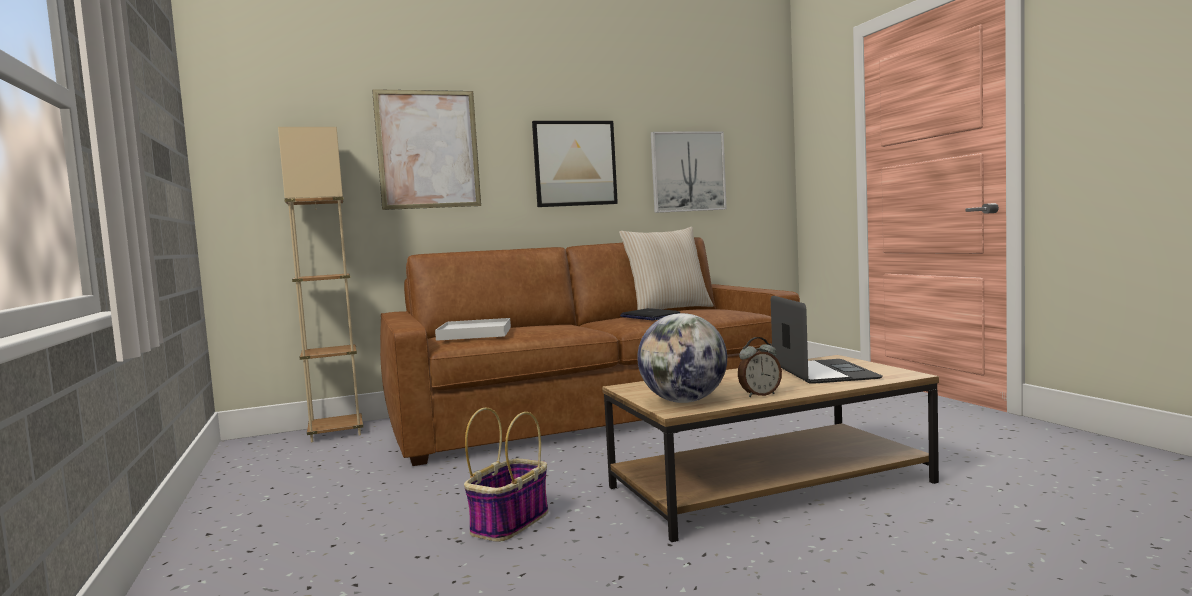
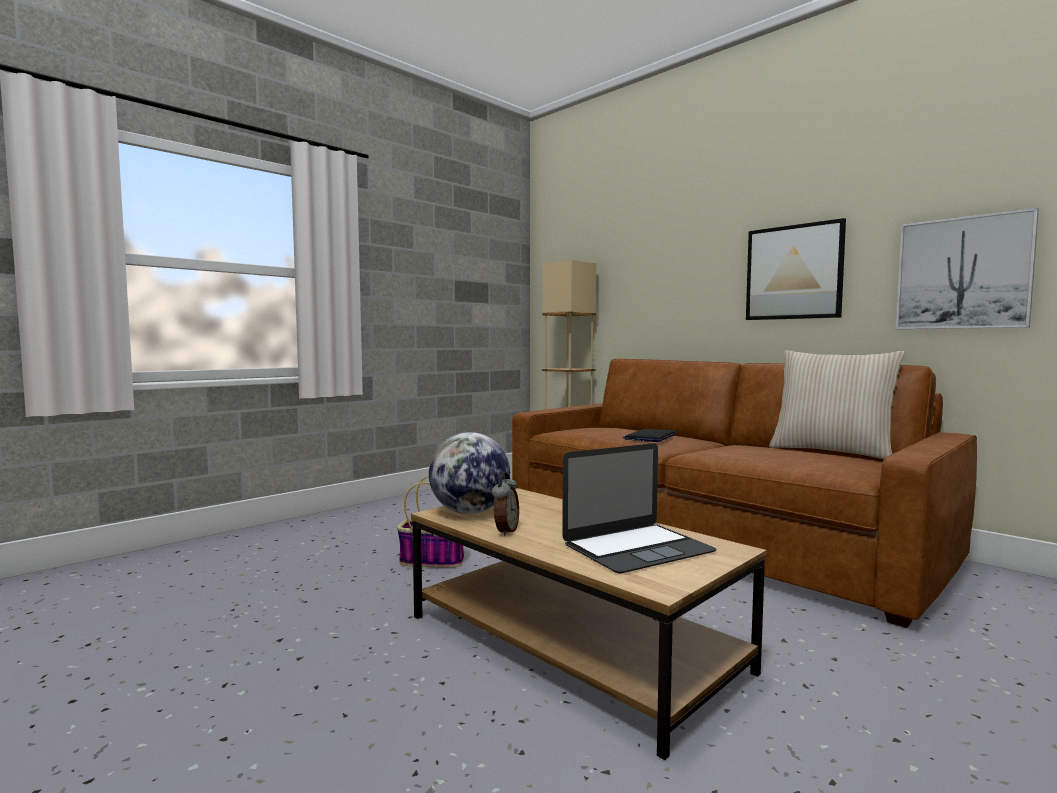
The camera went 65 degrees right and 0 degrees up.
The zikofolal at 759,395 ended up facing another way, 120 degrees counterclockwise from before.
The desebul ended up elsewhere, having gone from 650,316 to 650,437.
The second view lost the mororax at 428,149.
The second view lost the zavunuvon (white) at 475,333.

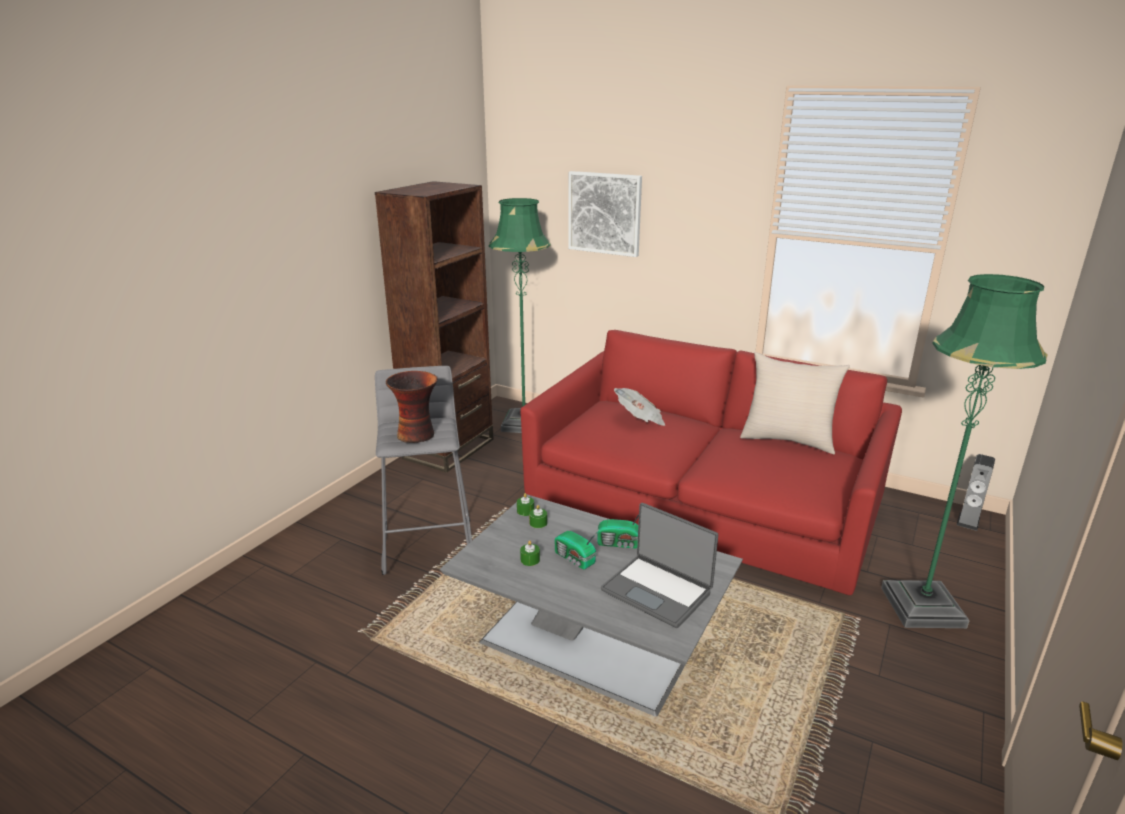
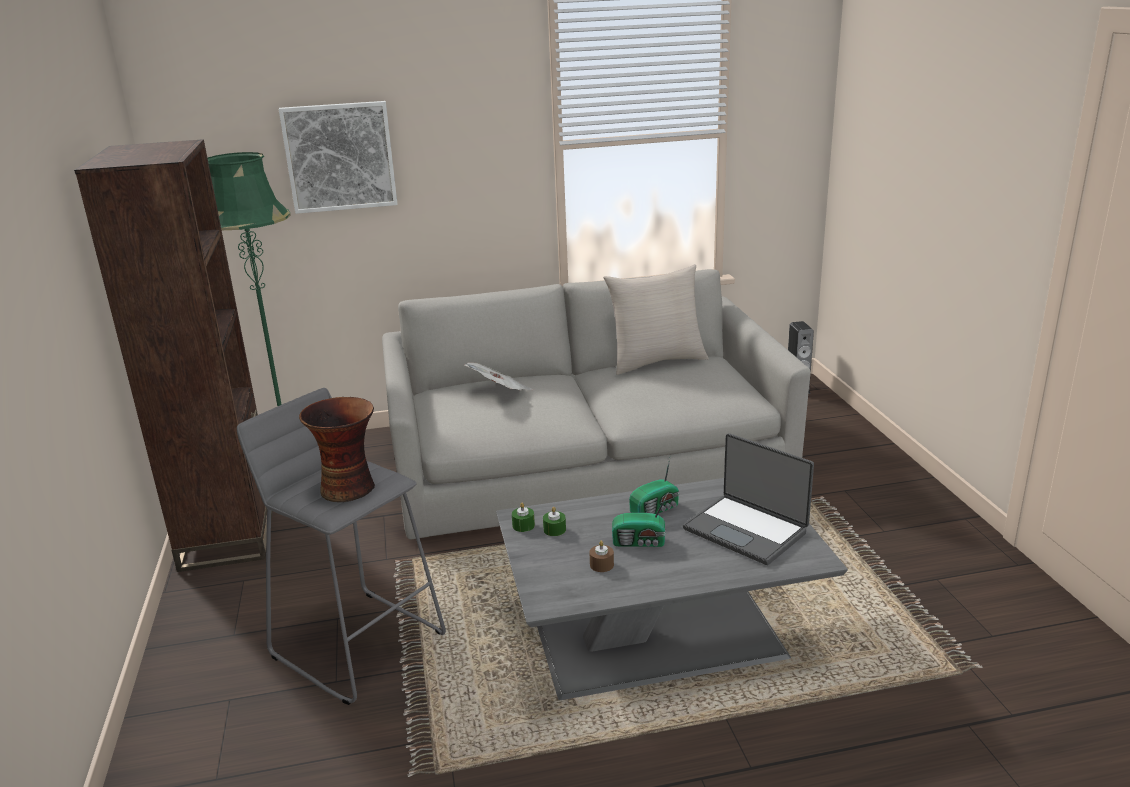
The camera went 40 degrees left and 0 degrees up.
What was the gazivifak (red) at 704,500 turned into the gazivifak (grey) at 586,461.
What was the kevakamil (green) at 530,560 turned into the kevakamil (brown) at 601,565.
The desebul at 657,591 ended up facing another way, 45 degrees clockwise from before.
The second view lost the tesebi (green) at 922,607.

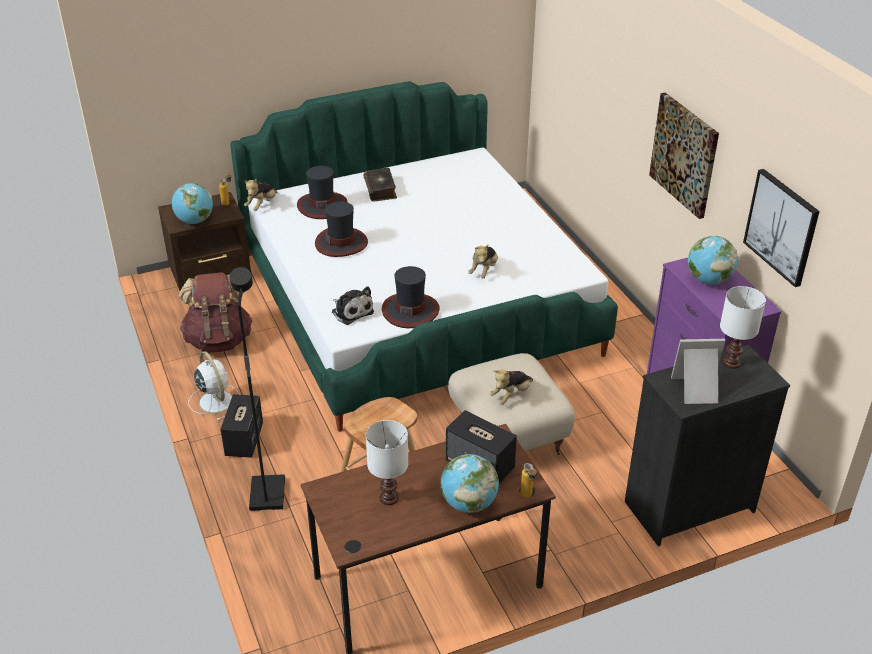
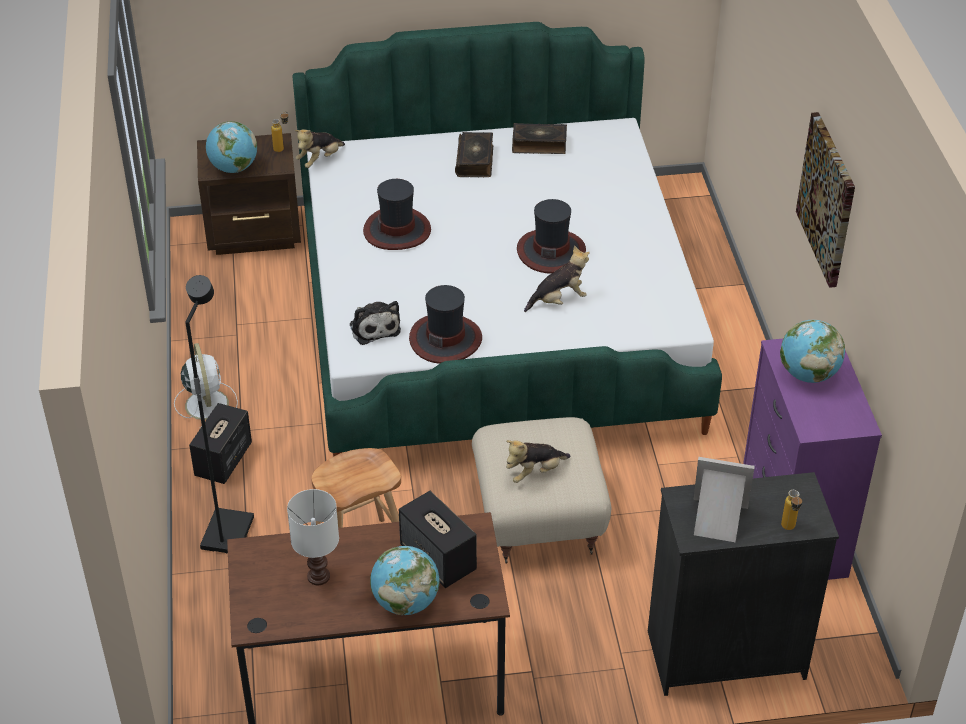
The camera went 15 degrees right and 5 degrees up.
The second view gained the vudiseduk at 539,144.
The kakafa ended up elsewhere, having gone from 322,205 to 551,251.
The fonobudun at 484,271 ended up facing another way, 150 degrees counterclockwise from before.
The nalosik ended up elsewhere, having gone from 528,497 to 789,530.
The second view lost the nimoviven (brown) at 219,340.
The second view lost the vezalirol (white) at 730,362.
The second view lost the mororax at 781,227.

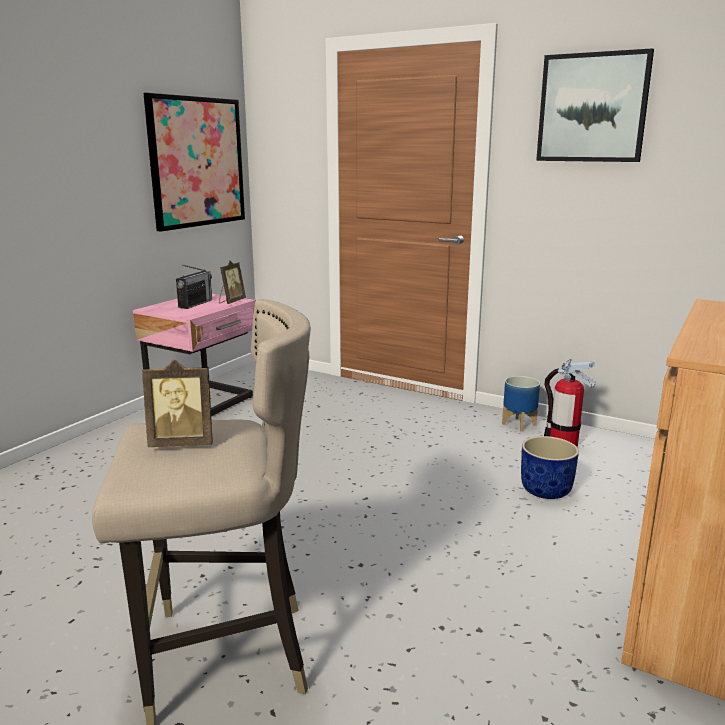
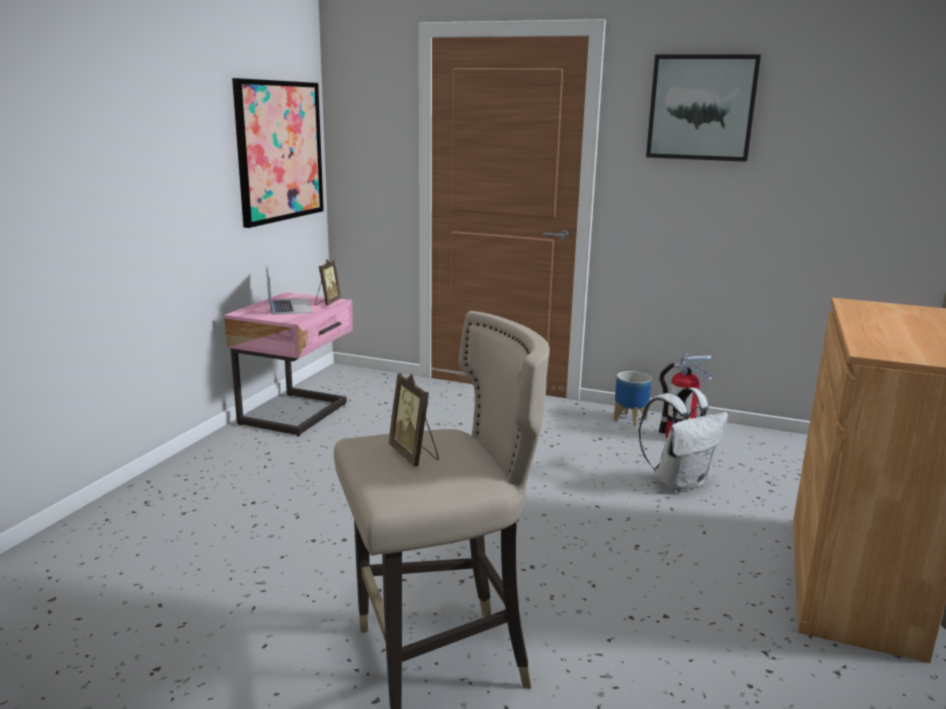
The camera went 10 degrees left and 0 degrees up.
Where the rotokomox stood at 195,304, the desebul came to stand at 289,306.
The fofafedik at 182,443 ended up facing another way, 75 degrees clockwise from before.
Where the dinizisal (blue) stood at 546,490, the nimoviven (white) came to stand at 679,482.

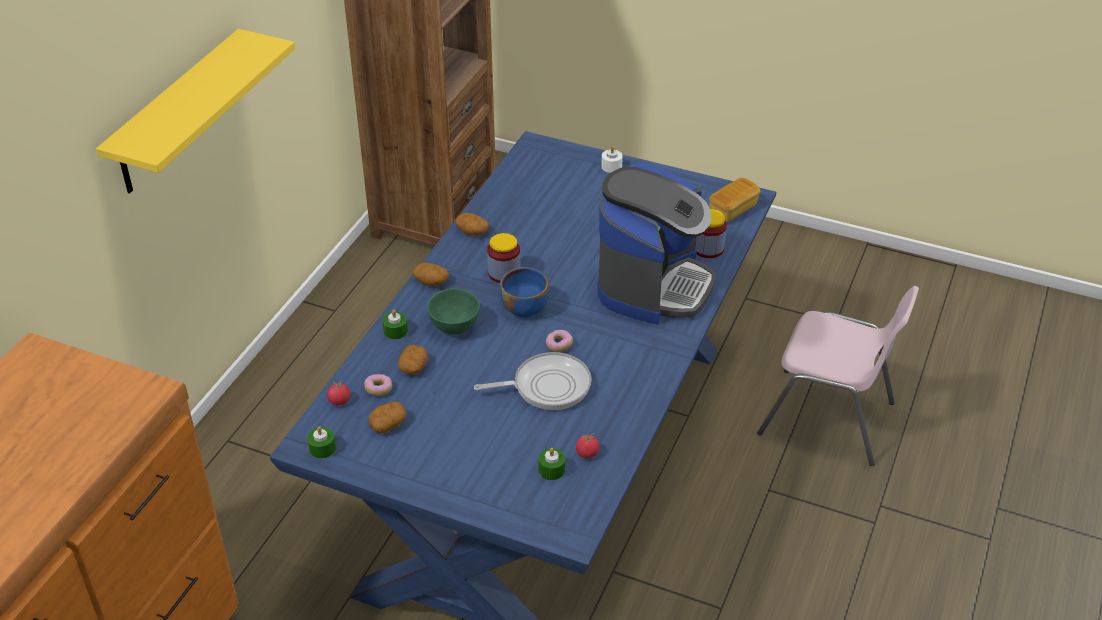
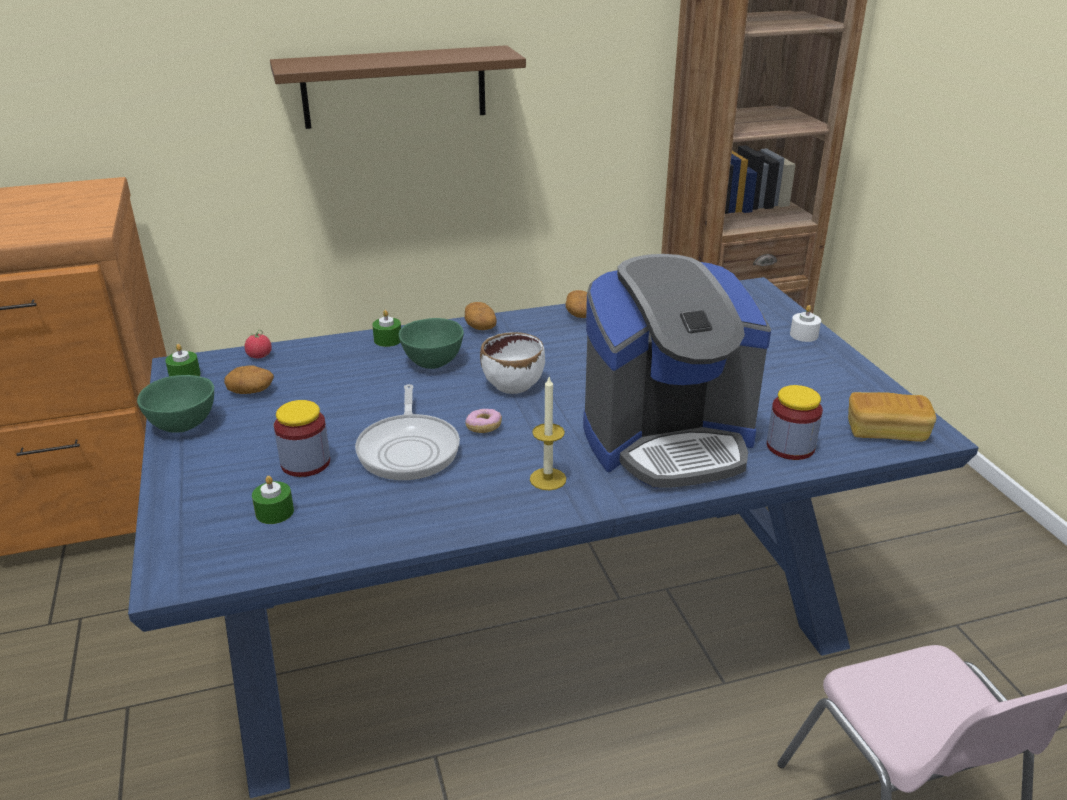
The camera went 50 degrees right and 10 degrees down.
The second view gained the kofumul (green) at 184,425.
What was the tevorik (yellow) at 177,114 turned into the tevorik (brown) at 394,87.
The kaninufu ended up elsewhere, having gone from 504,273 to 305,463.
The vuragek at 547,386 ended up facing another way, 45 degrees clockwise from before.
What was the kofumul (blue) at 525,308 turned into the kofumul (white) at 513,384.
The second view gained the kevakamil at 548,479.
The second view lost the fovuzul at 378,389.
The second view lost the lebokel at 413,367.
The second view lost the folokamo at 587,453.

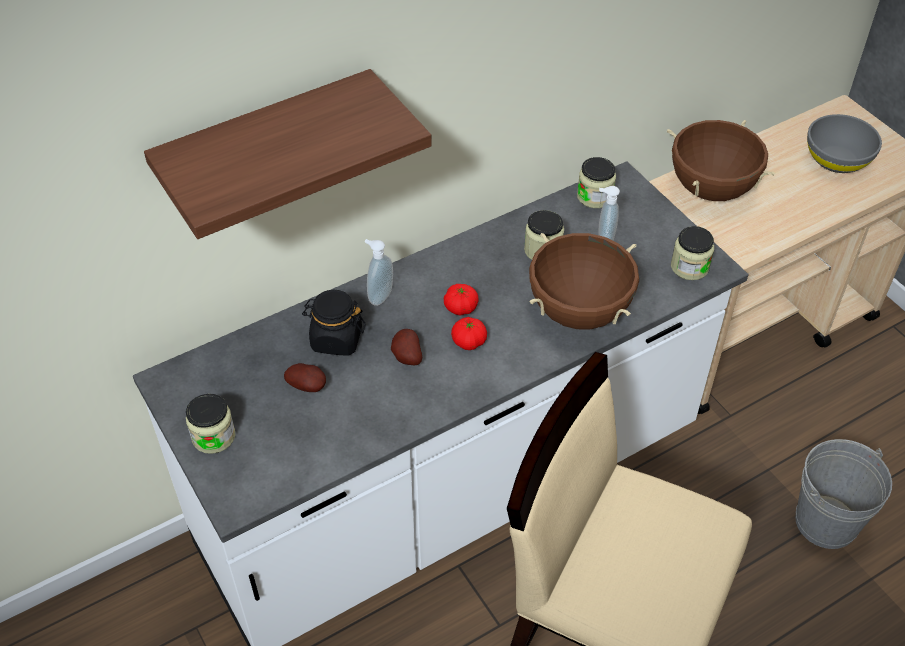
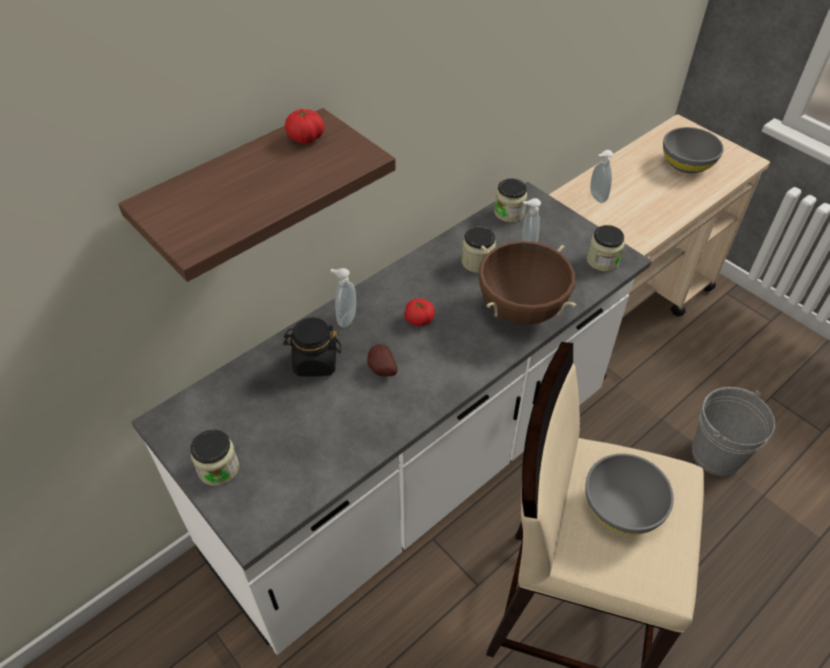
The camera went 10 degrees left and 0 degrees up.
The folokamo ended up elsewhere, having gone from 469,341 to 306,138.
The second view gained the kofumul (grey) at 622,507.
Where the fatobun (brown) stood at 711,189, the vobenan came to stand at 596,197.
The second view lost the lebokel at 308,386.

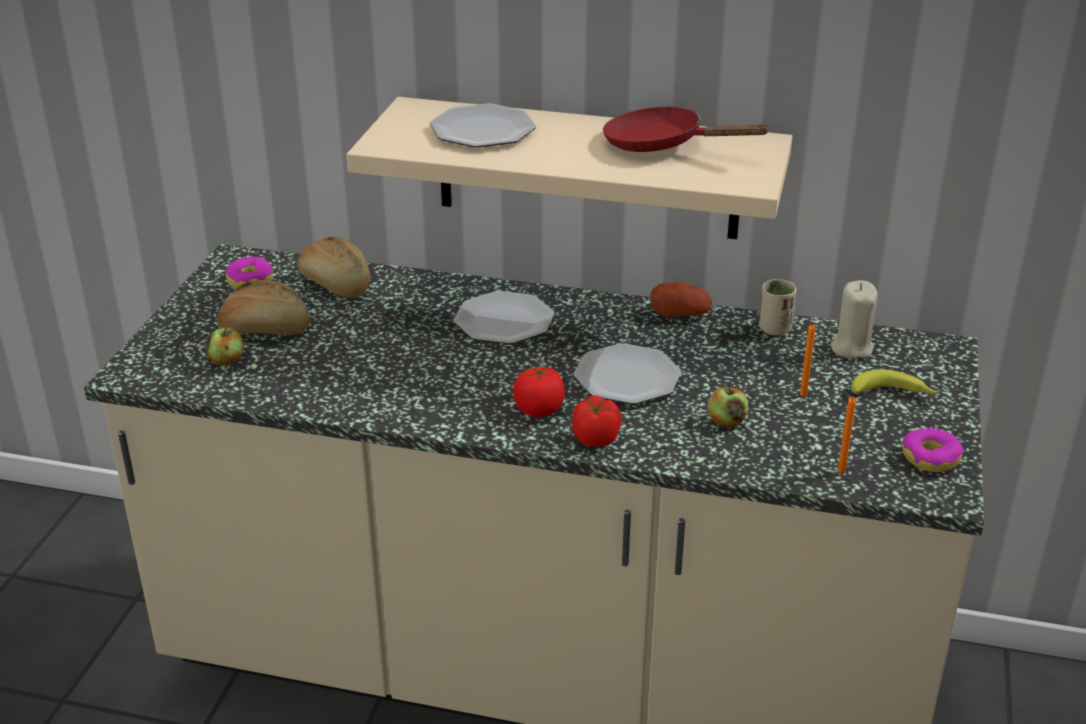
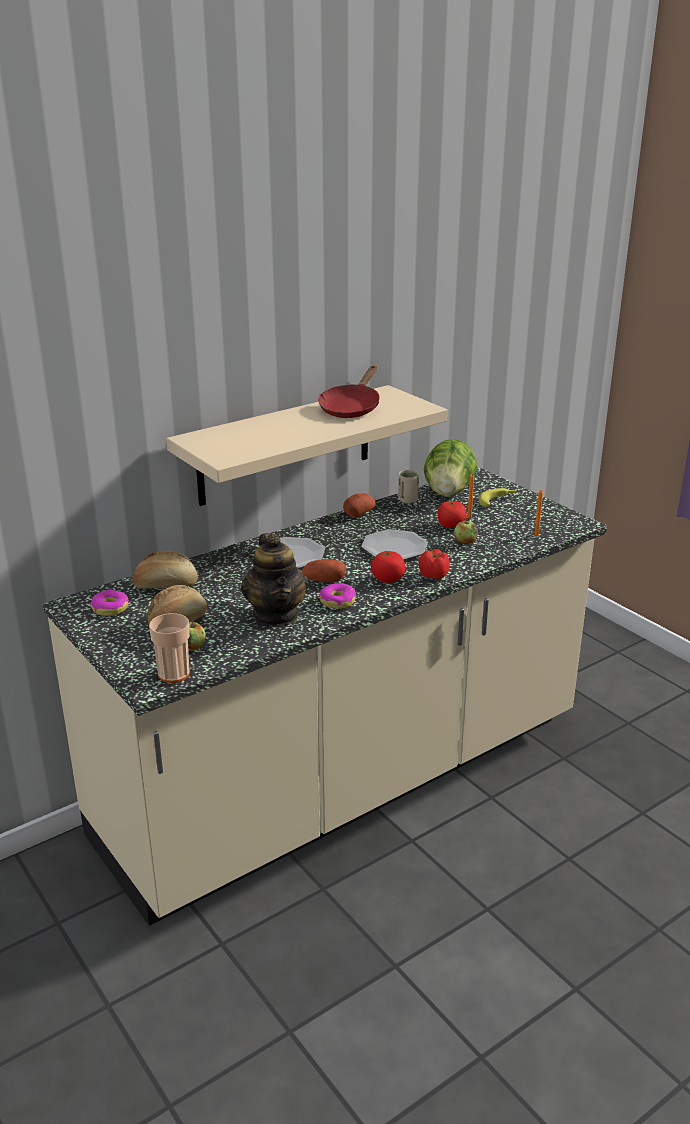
The camera went 50 degrees left and 5 degrees down.
The second view gained the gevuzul at 174,674.
The second view gained the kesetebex at 276,614.
The second view gained the lebokel at 323,581.
The vuragek (red) at 662,145 ended up facing another way, 45 degrees counterclockwise from before.
The fovuzul ended up elsewhere, having gone from 931,458 to 338,601.
Where the kevakamil (beige) stood at 851,348, the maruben came to stand at 449,492.
The second view gained the folokamo at 451,526.
The second view lost the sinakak at 483,130.

